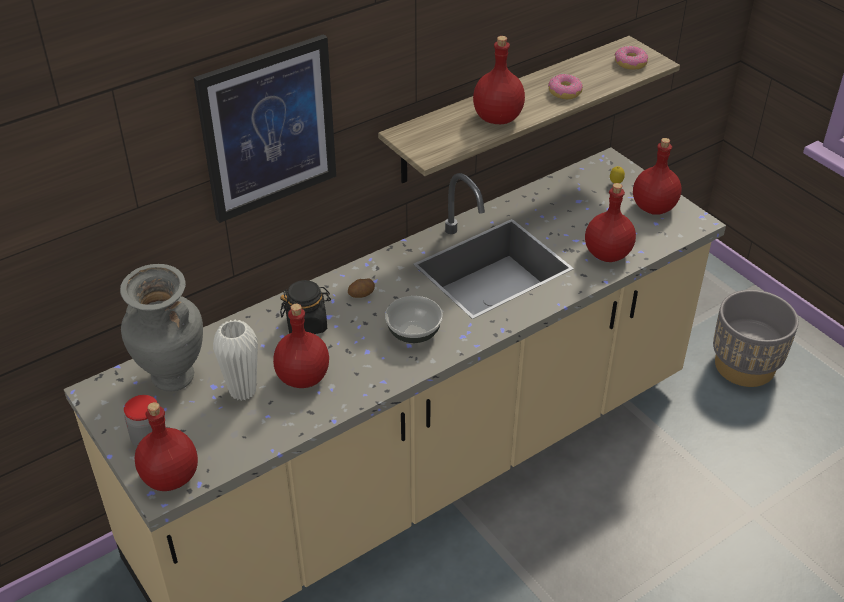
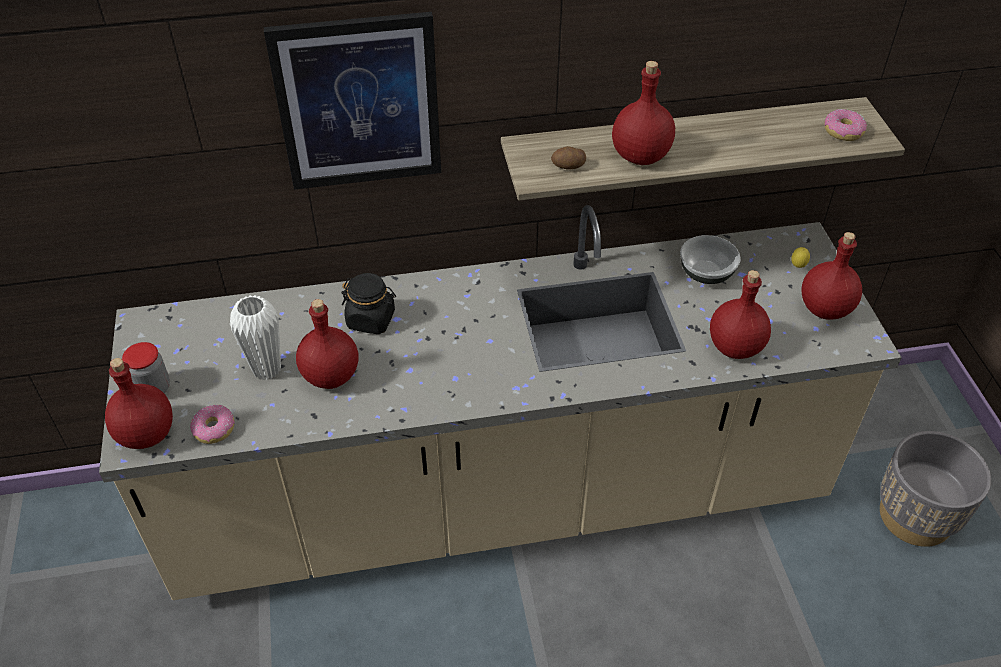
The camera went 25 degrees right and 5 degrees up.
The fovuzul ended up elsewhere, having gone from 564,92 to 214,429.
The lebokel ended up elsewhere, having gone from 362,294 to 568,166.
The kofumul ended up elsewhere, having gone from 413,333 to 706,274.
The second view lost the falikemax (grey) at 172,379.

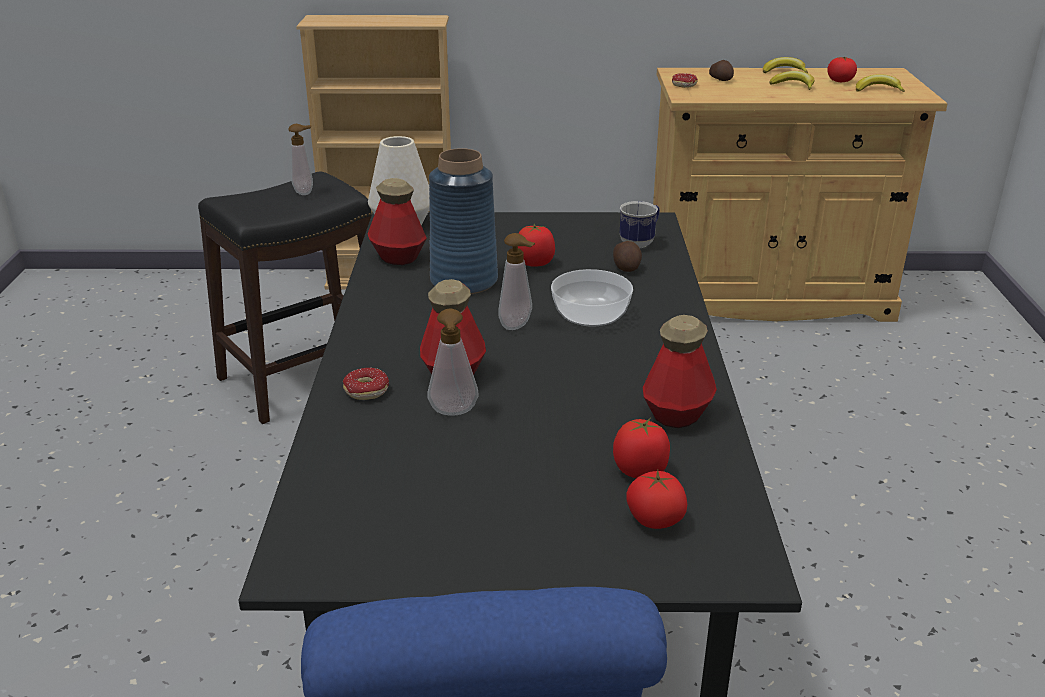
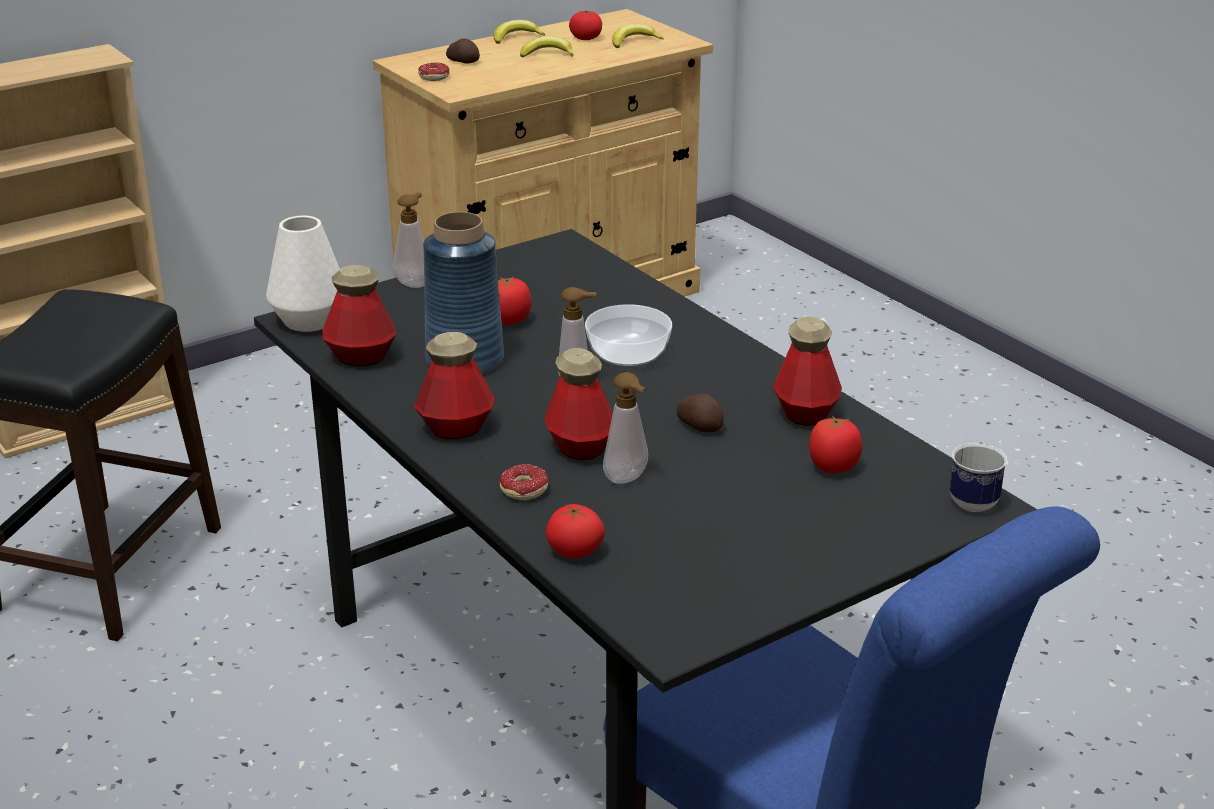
The camera went 35 degrees left and 0 degrees up.
The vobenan ended up elsewhere, having gone from 305,192 to 415,283.
The second view gained the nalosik at 456,428.
The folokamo ended up elsewhere, having gone from 655,520 to 575,551.
The lebokel ended up elsewhere, having gone from 626,267 to 700,426.
The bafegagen ended up elsewhere, having gone from 640,242 to 973,499.

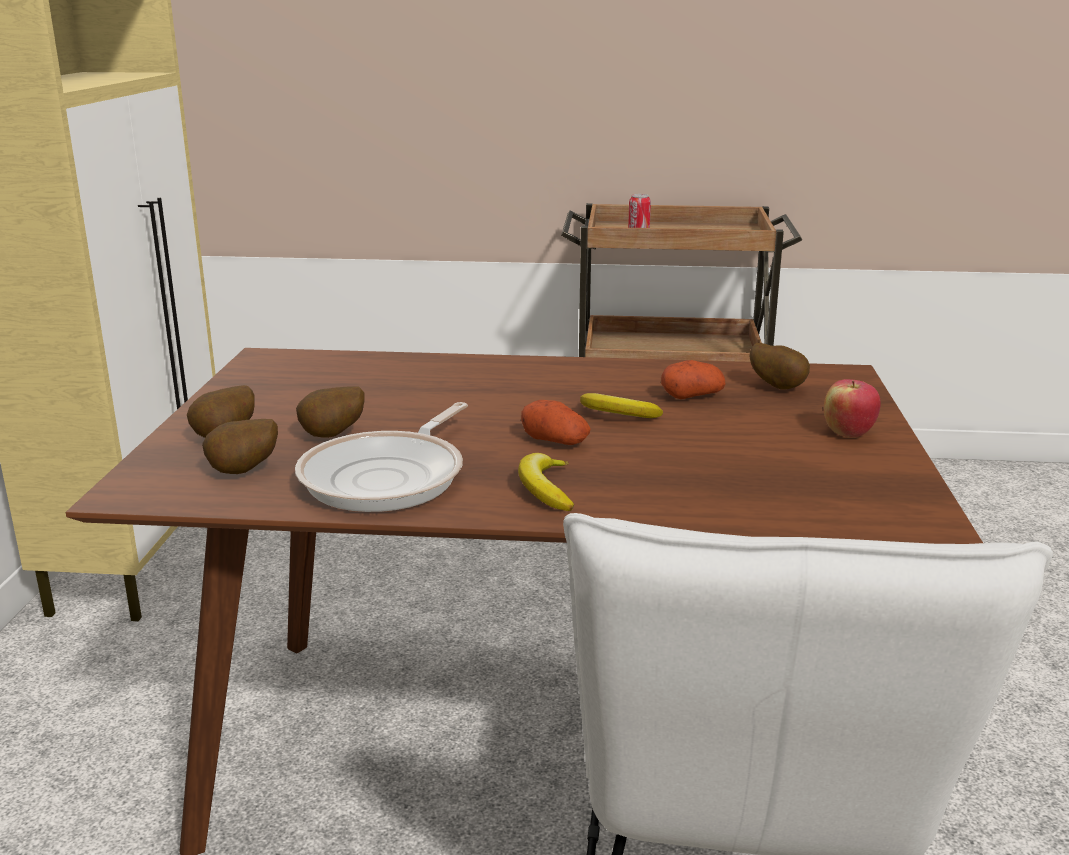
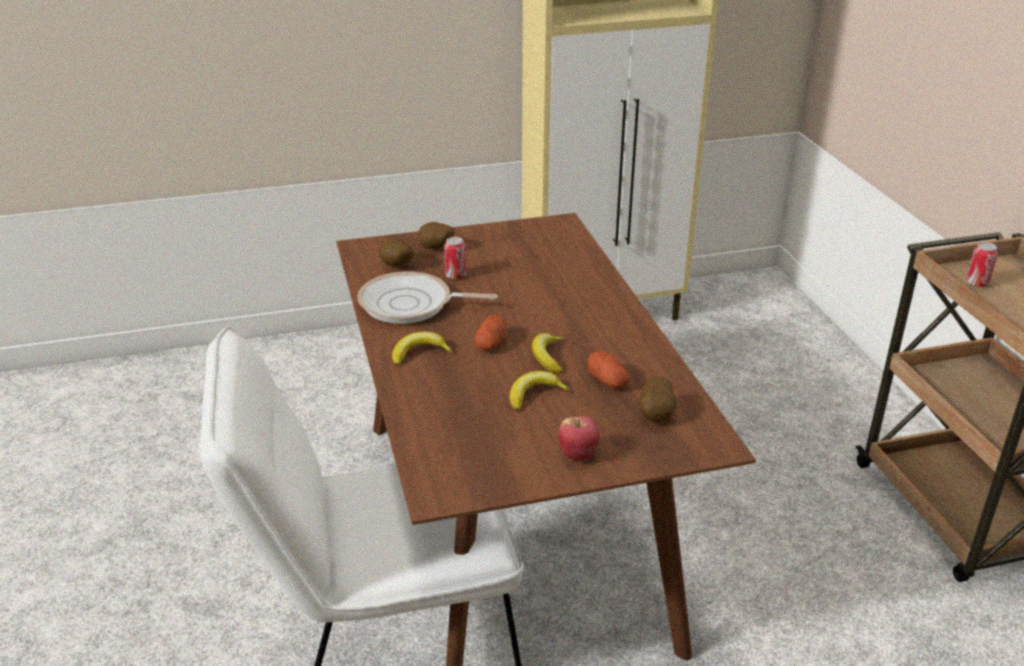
The camera went 70 degrees right and 10 degrees up.
Where the lebokel stood at 333,436, the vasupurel came to stand at 455,276.
The second view gained the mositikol at 534,395.

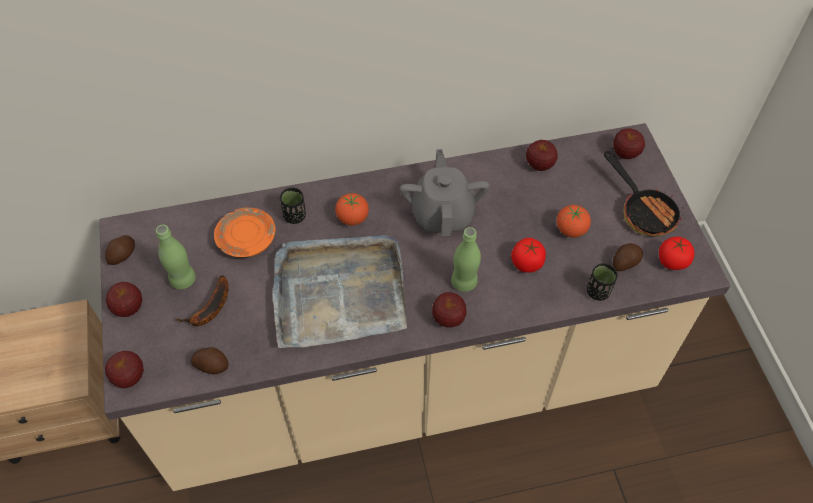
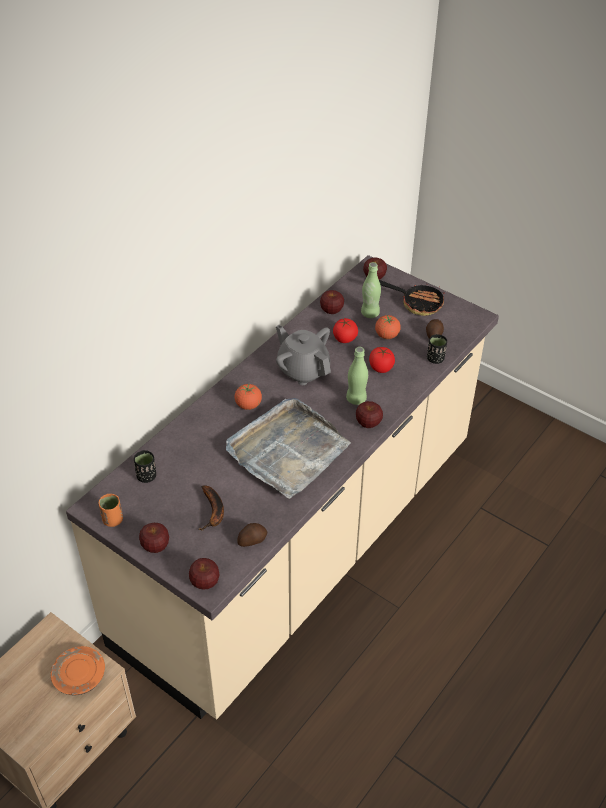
The camera went 40 degrees left and 10 degrees down.
The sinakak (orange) ended up elsewhere, having gone from 246,240 to 79,676.
Where the lebokel stood at 123,255, the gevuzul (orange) came to stand at 113,520.
The gevuzul (black) ended up elsewhere, having gone from 295,216 to 146,476.
The folokamo ended up elsewhere, having gone from 672,261 to 344,338.
The nalosik (green) ended up elsewhere, having gone from 183,280 to 370,313.

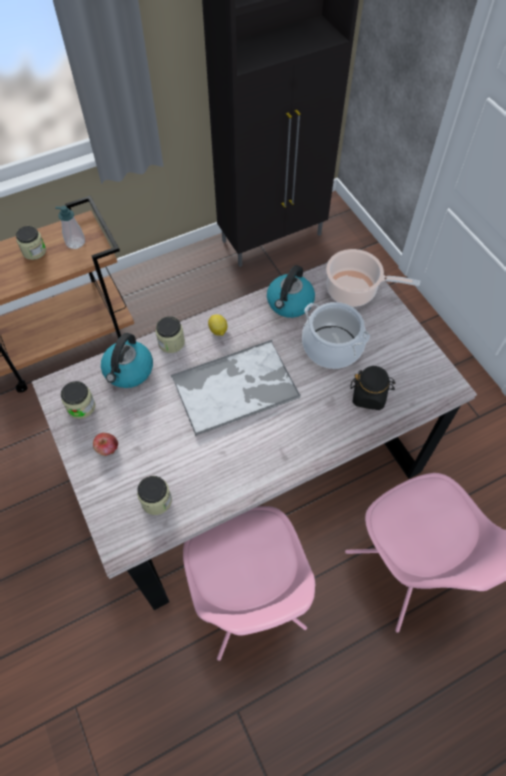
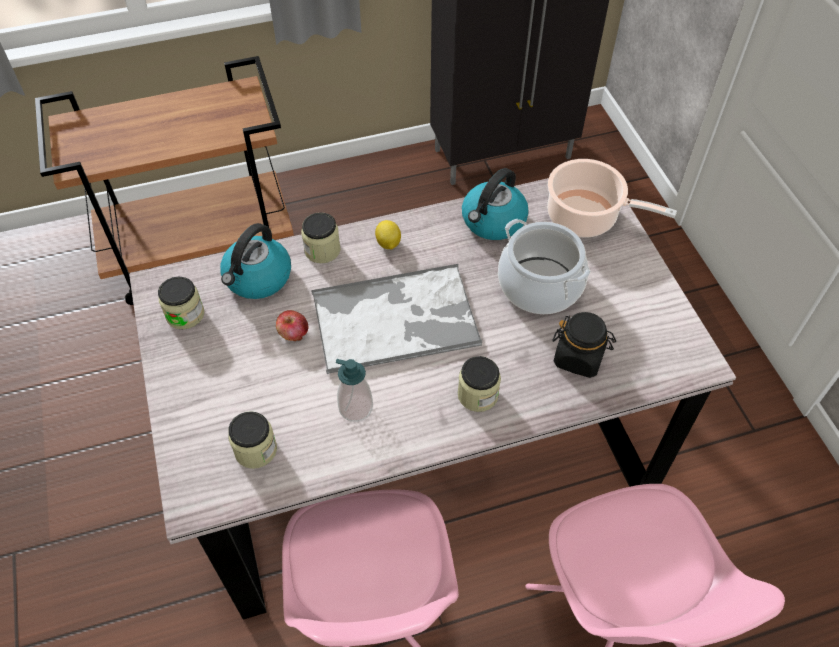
The camera went 10 degrees right and 5 degrees down.
The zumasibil ended up elsewhere, having gone from 107,448 to 293,333.
The vobenan ended up elsewhere, having gone from 75,242 to 355,407.
The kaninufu ended up elsewhere, having gone from 34,251 to 477,395.

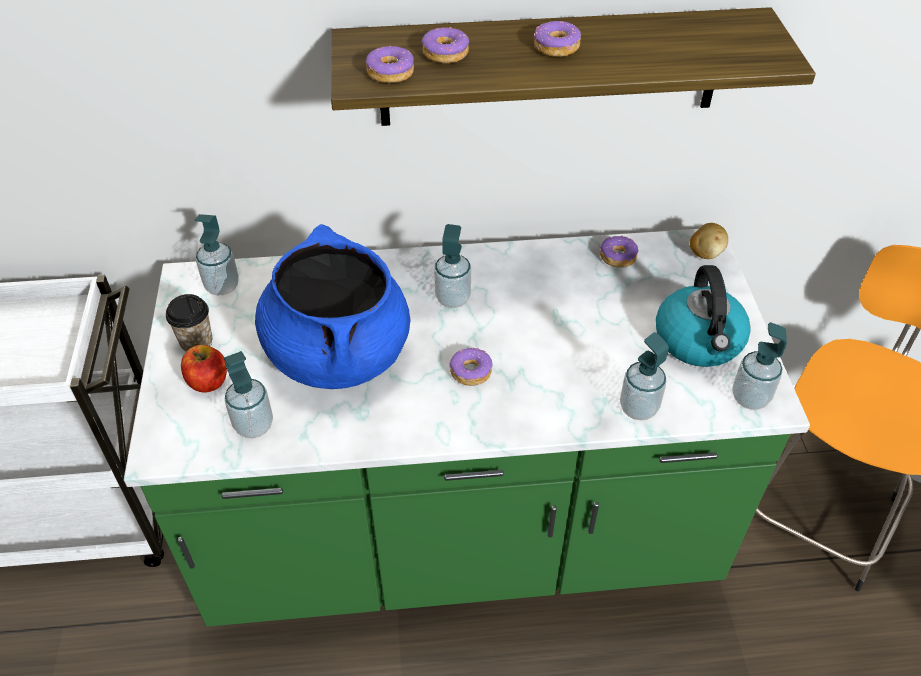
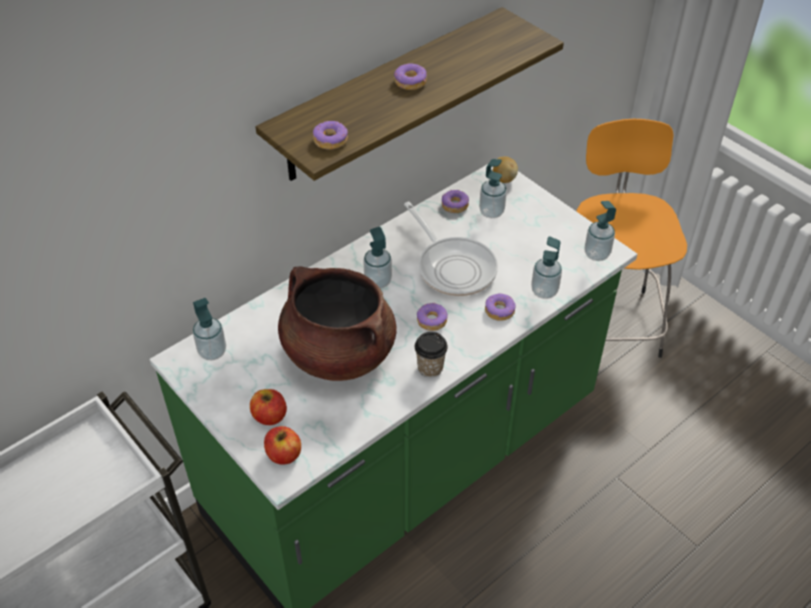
The camera went 35 degrees left and 0 degrees up.
The second view gained the zumasibil at 283,454.
What was the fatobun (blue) at 338,353 turned into the fatobun (brown) at 338,353.
The second view gained the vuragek at 453,267.
The gevuzul ended up elsewhere, having gone from 196,342 to 430,368.
The vobenan ended up elsewhere, having gone from 254,425 to 491,212.
The fovuzul ended up elsewhere, having gone from 446,53 to 499,310.
The second view lost the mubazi at 699,341.

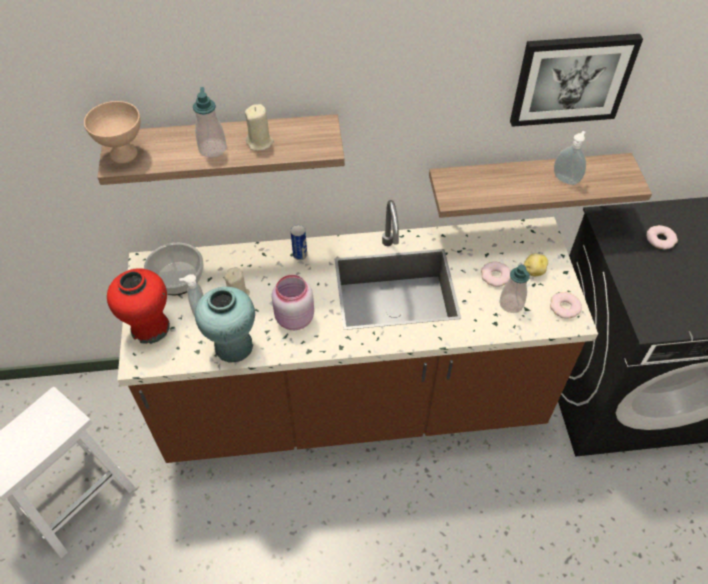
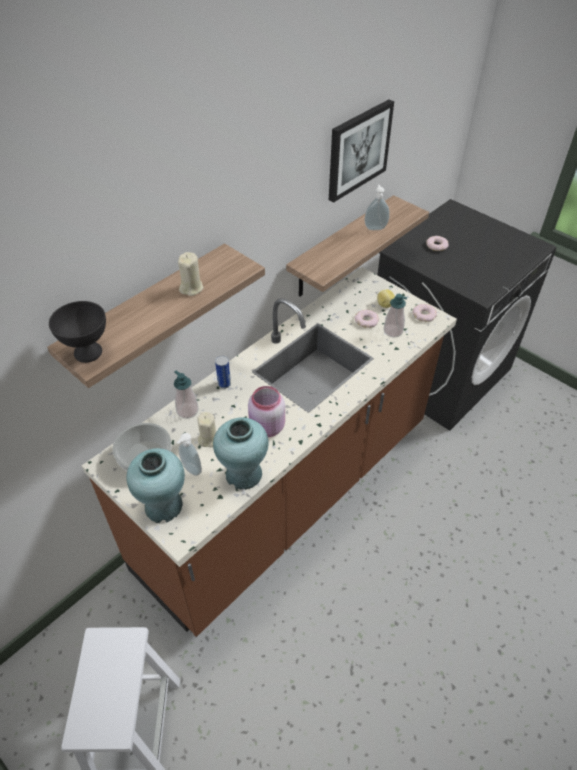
The camera went 40 degrees left and 5 degrees down.
What was the kofumul (beige) at 124,154 turned into the kofumul (black) at 89,352.
What was the falikemax (red) at 150,328 turned into the falikemax (turquoise) at 164,506.
The vobenan ended up elsewhere, having gone from 212,149 to 187,411.

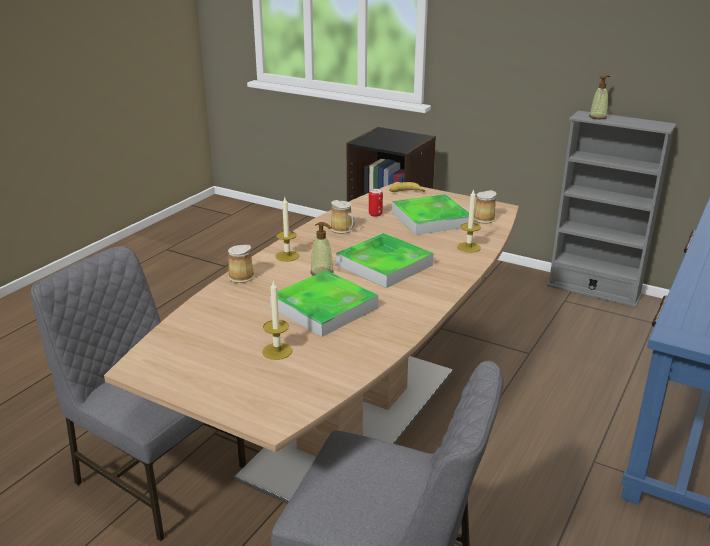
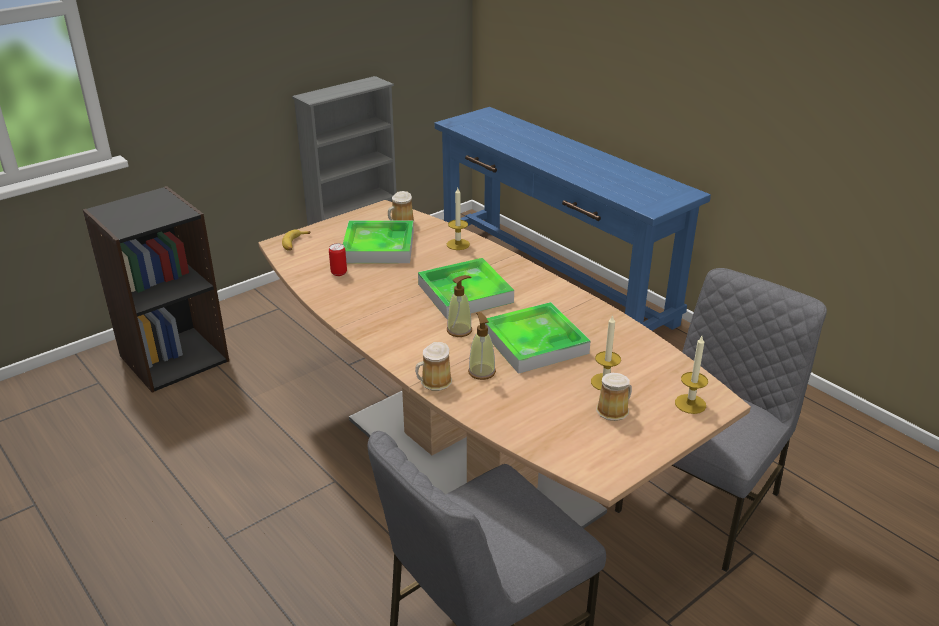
The camera went 70 degrees left and 5 degrees up.
The vobenan ended up elsewhere, having gone from 598,117 to 481,372.
The bafegagen ended up elsewhere, having gone from 343,229 to 614,410.
The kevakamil ended up elsewhere, having gone from 287,256 to 690,404.

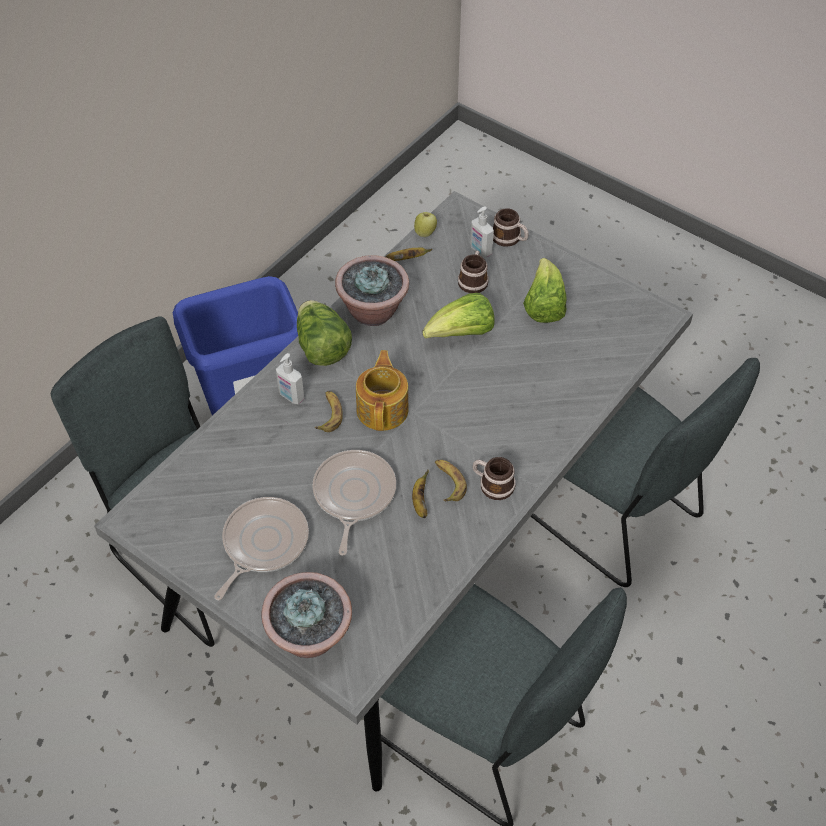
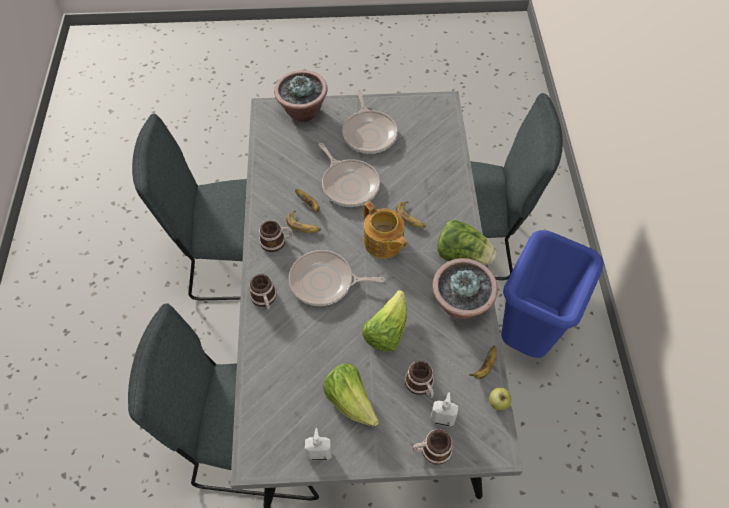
The camera went 140 degrees right and 5 degrees up.
The second view gained the bafegagen at 264,299.
The second view gained the vuragek at 325,282.
The vobenan ended up elsewhere, having gone from 291,396 to 319,453.

